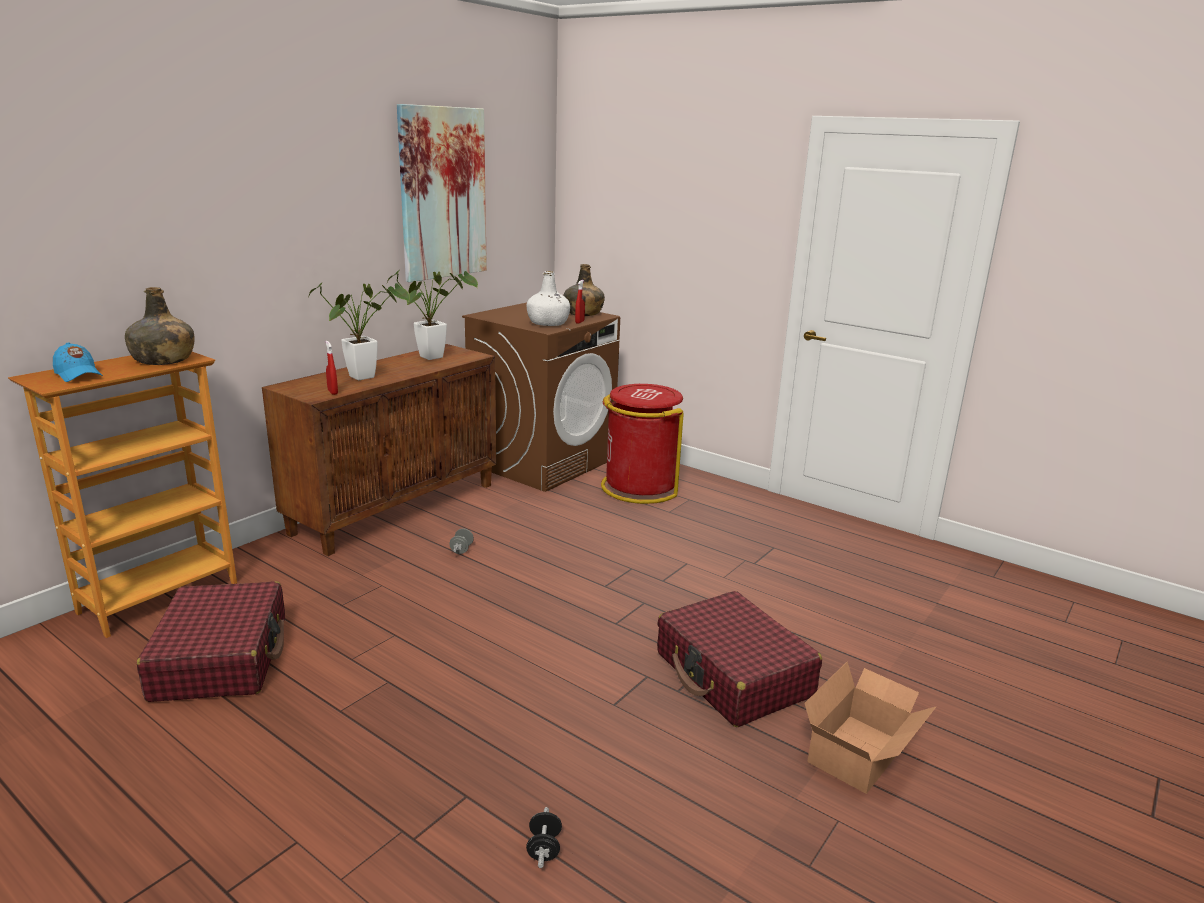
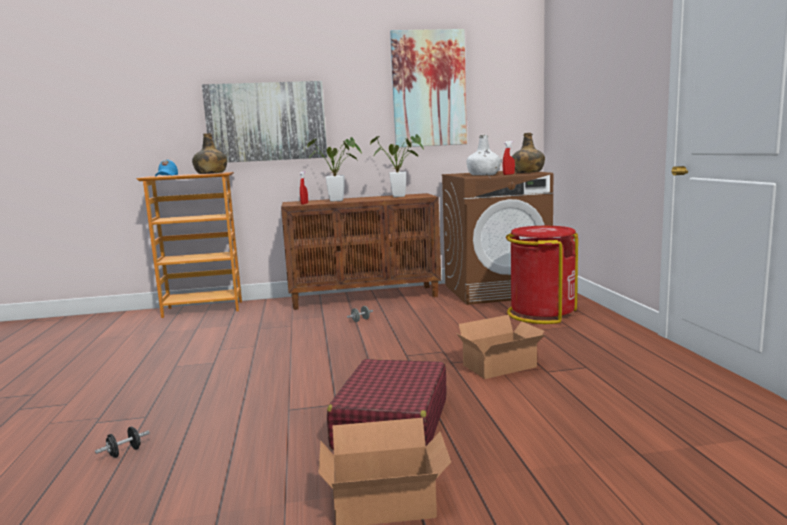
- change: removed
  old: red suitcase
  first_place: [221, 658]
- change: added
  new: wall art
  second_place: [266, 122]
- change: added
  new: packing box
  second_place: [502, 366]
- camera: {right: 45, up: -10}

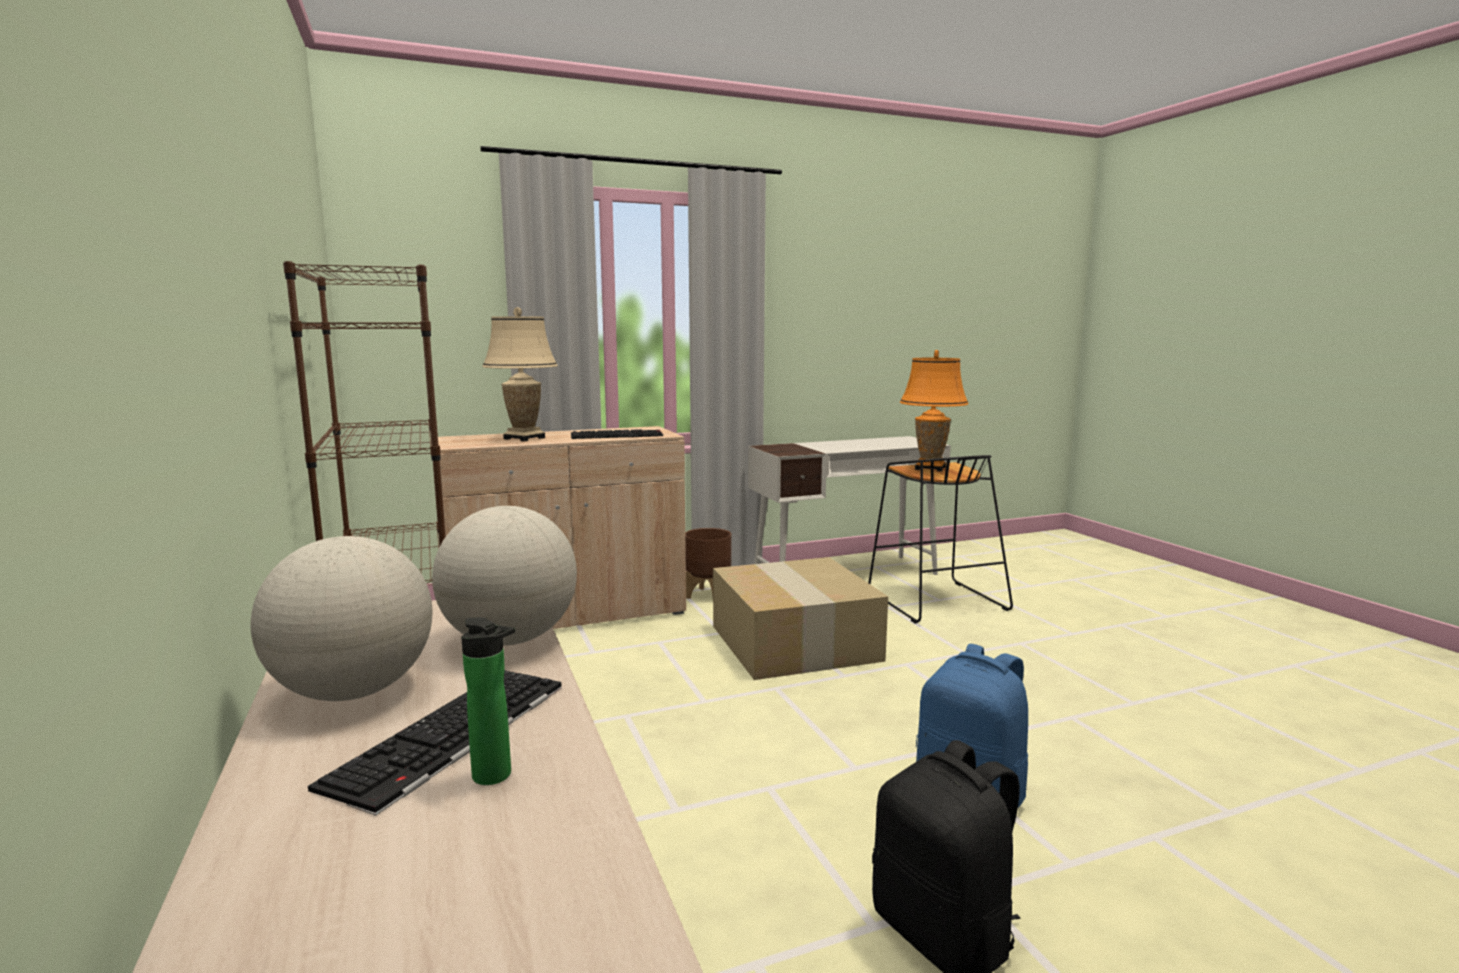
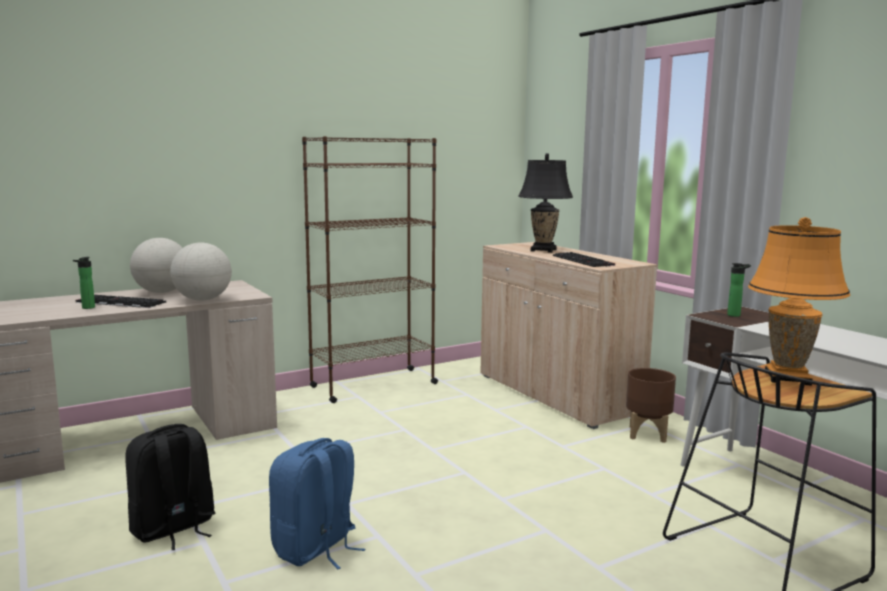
- change: recoloured
  old: sand-coloured lamp for a table
  new: blackish lamp for a table
  first_place: [524, 438]
  second_place: [543, 250]
- change: removed
  old: packing box
  first_place: [791, 642]
- change: added
  new: bottle
  second_place: [735, 315]
- camera: {right: 80, up: 0}

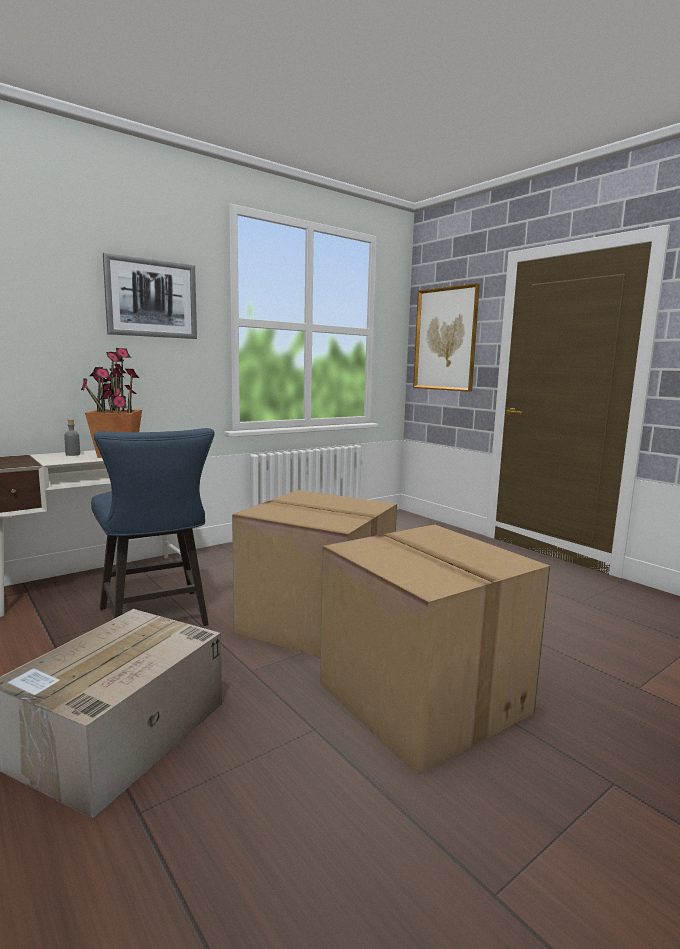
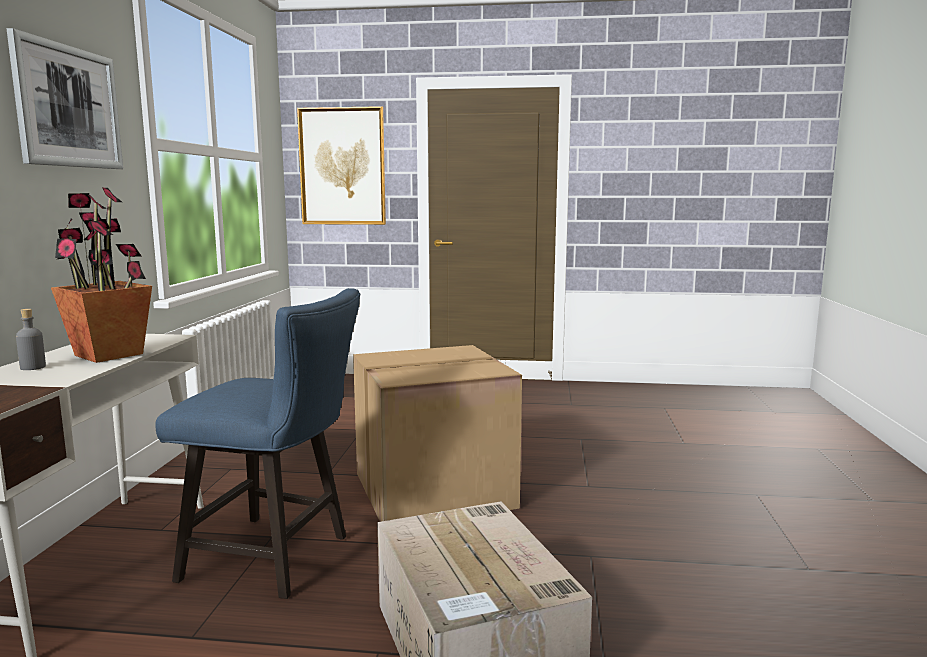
- change: removed
  old: packing box
  first_place: [419, 697]
- camera: {right: -45, up: 0}

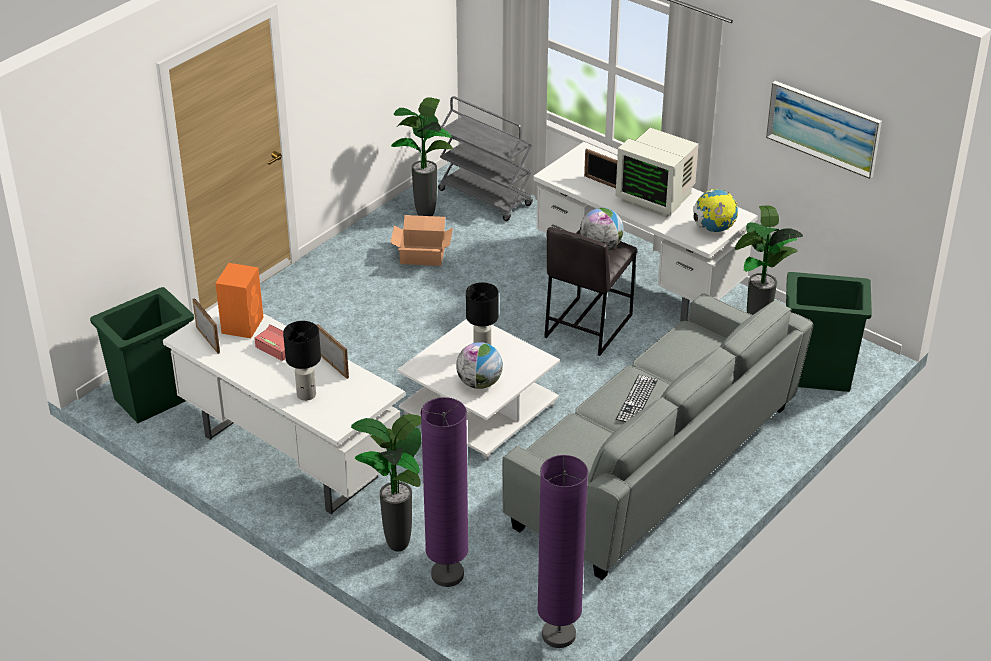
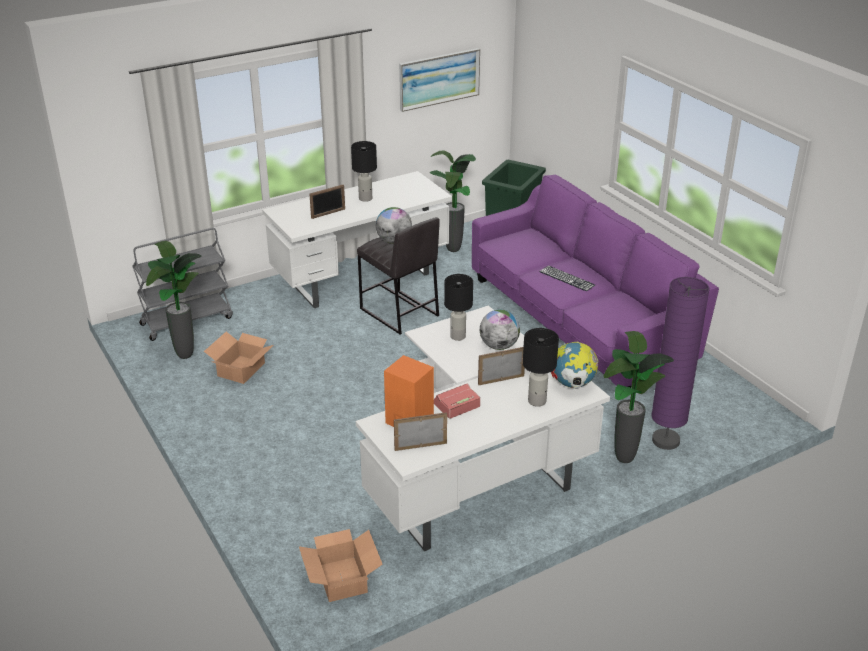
- change: replaced
  old: green waste bin
  new: packing box
  first_place: [155, 398]
  second_place: [342, 578]
- change: recoloured
  old: grey settee
  new: purple-coloured settee
  first_place: [654, 467]
  second_place: [579, 323]
- change: removed
  old: purple-coloured standard lamp
  first_place: [558, 635]
- change: replaced
  old: monitor
  new: blackish lamp for a table
  first_place: [656, 197]
  second_place: [365, 198]
- change: moved
  old: desk globe
  first_place: [713, 229]
  second_place: [572, 384]
- camera: {right: -70, up: -5}

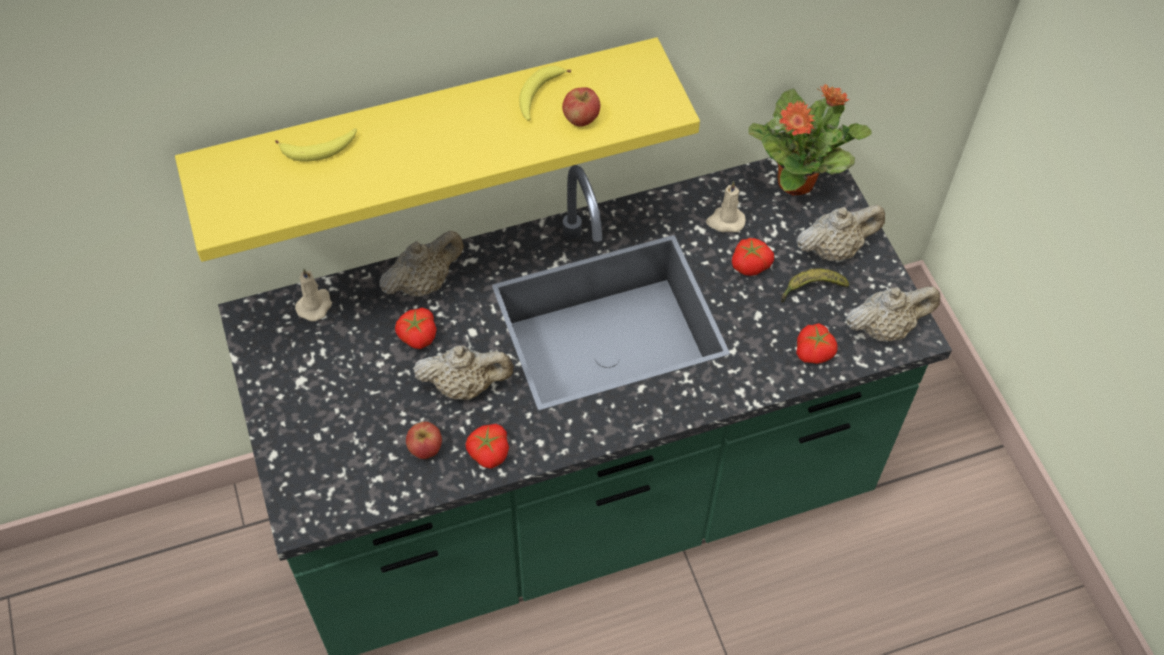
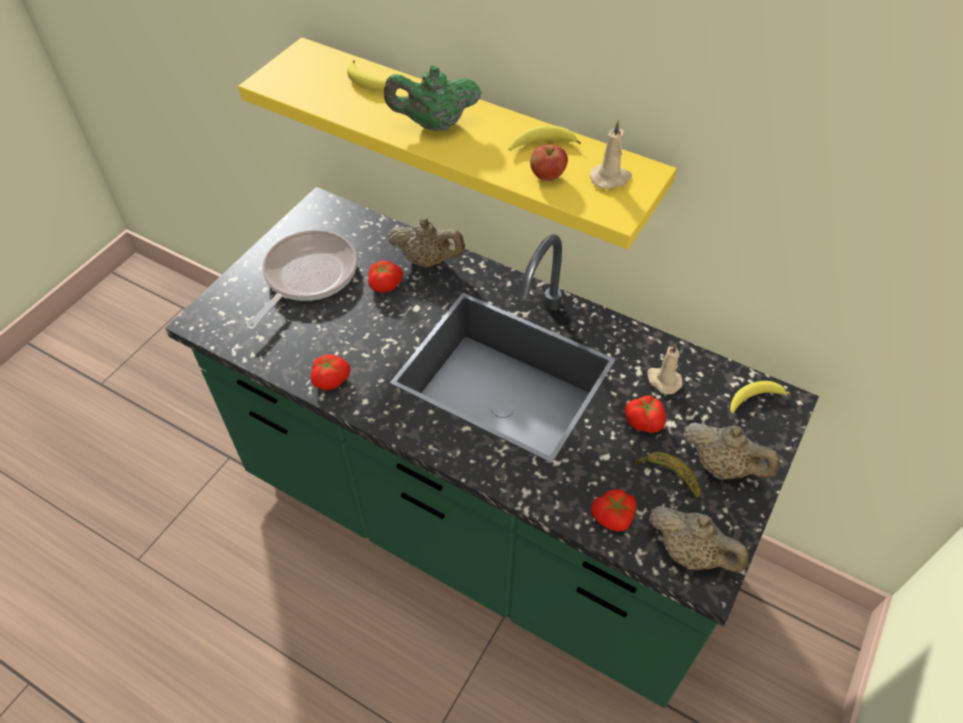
- change: moved
  old: sand-coloured candle
  first_place: [315, 305]
  second_place: [611, 178]
- change: removed
  old: apple
  first_place: [425, 448]
- change: removed
  old: sand-coloured tea pot
  first_place: [465, 385]
- change: replaced
  old: plant in a pot
  new: banana
  first_place: [797, 181]
  second_place: [753, 399]
- change: added
  new: pan
  second_place: [307, 276]
- change: added
  new: green tea pot
  second_place: [434, 124]
- camera: {right: 50, up: -5}

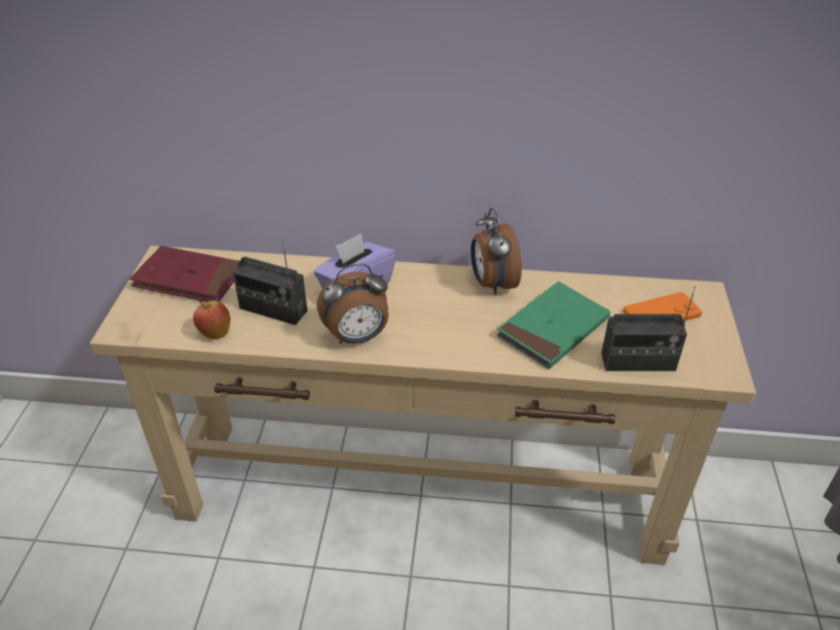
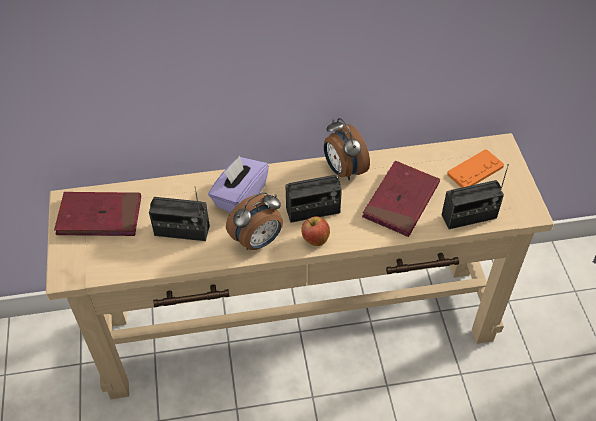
- change: moved
  old: apple
  first_place: [215, 333]
  second_place: [315, 240]
- change: recoloured
  old: green volume
  new: red volume
  first_place: [553, 328]
  second_place: [401, 201]
- change: added
  new: radio receiver
  second_place: [313, 211]
- camera: {right: -15, up: 10}

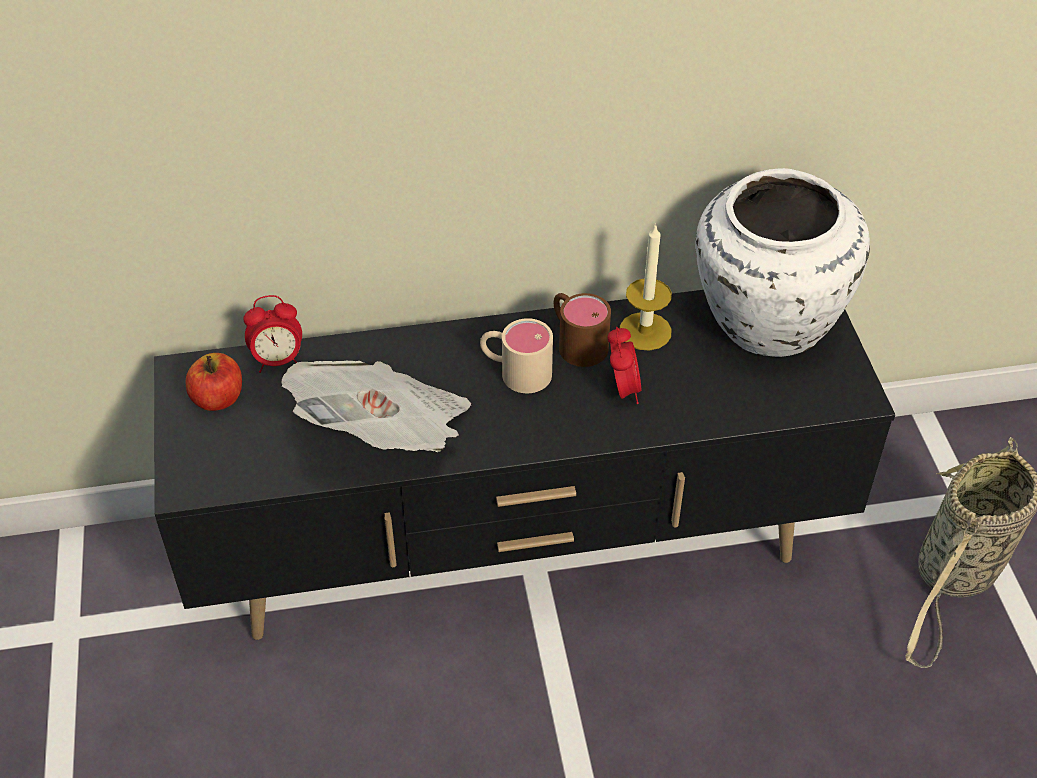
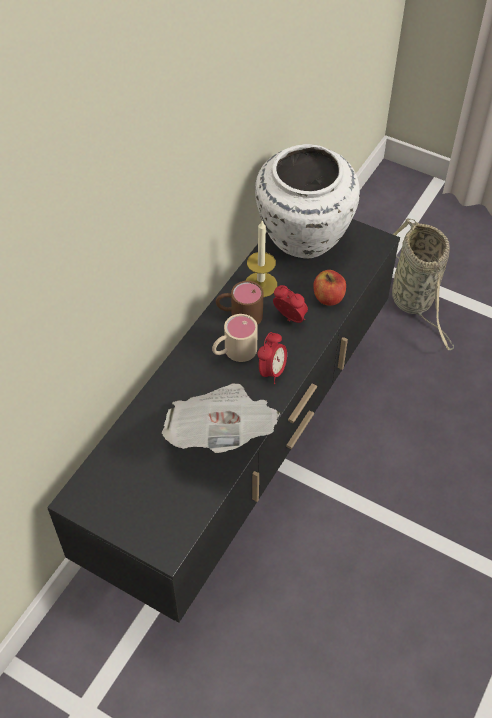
- change: moved
  old: apple
  first_place: [218, 398]
  second_place: [328, 297]
- change: moved
  old: alarm clock
  first_place: [278, 360]
  second_place: [272, 372]
- camera: {right: -50, up: 5}

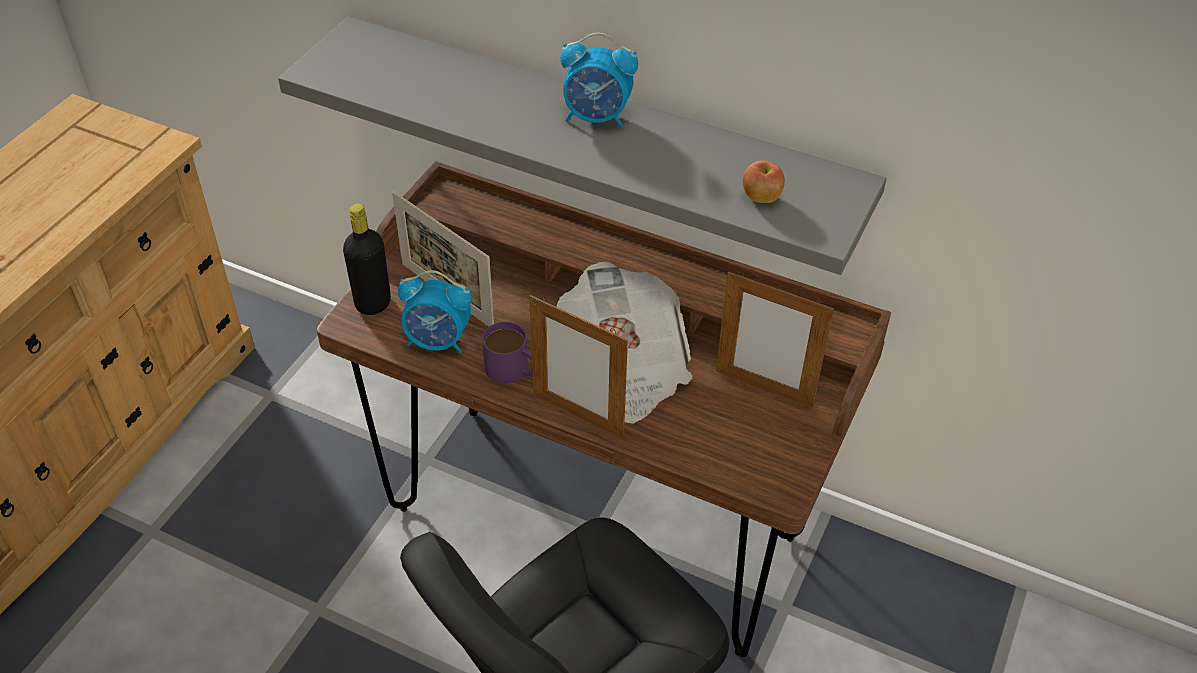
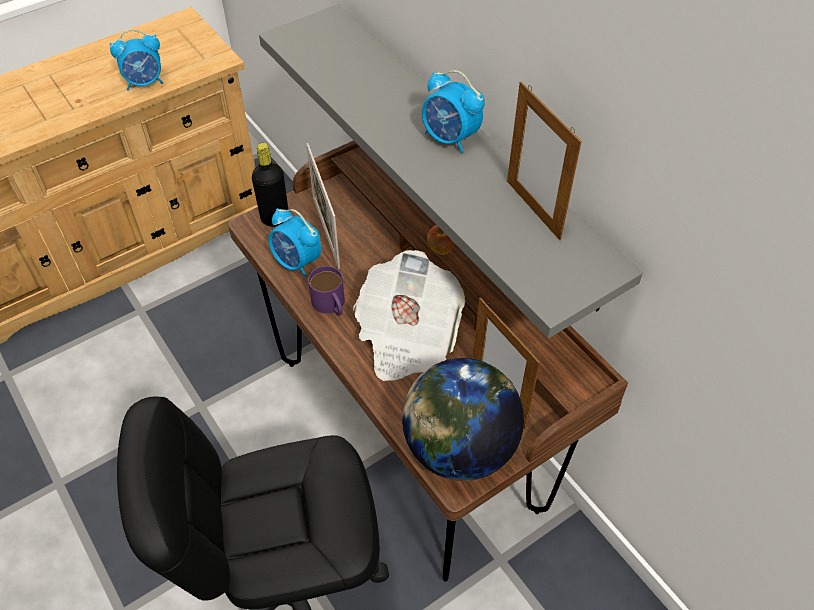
- change: moved
  old: picture frame
  first_place: [578, 415]
  second_place: [533, 209]
- change: moved
  old: apple
  first_place: [761, 198]
  second_place: [440, 249]
- change: added
  new: alarm clock
  second_place: [145, 82]
- change: added
  new: desk globe
  second_place: [459, 448]
- camera: {right: 30, up: 5}

